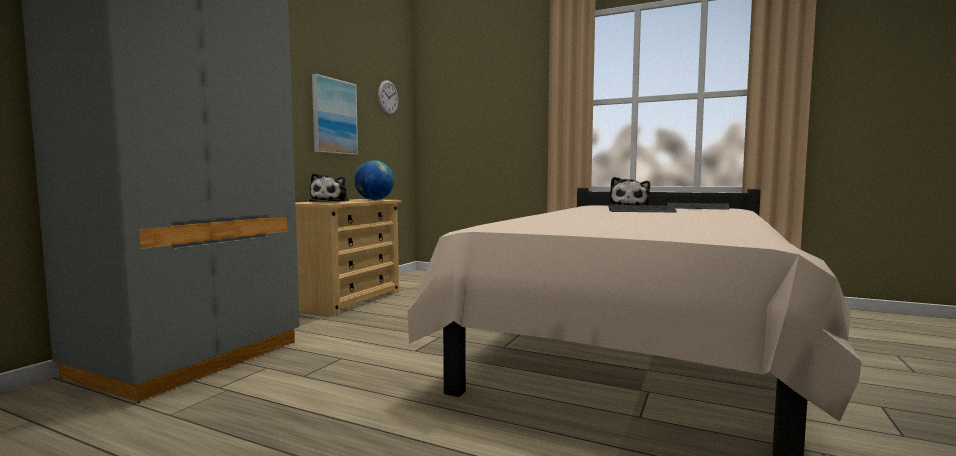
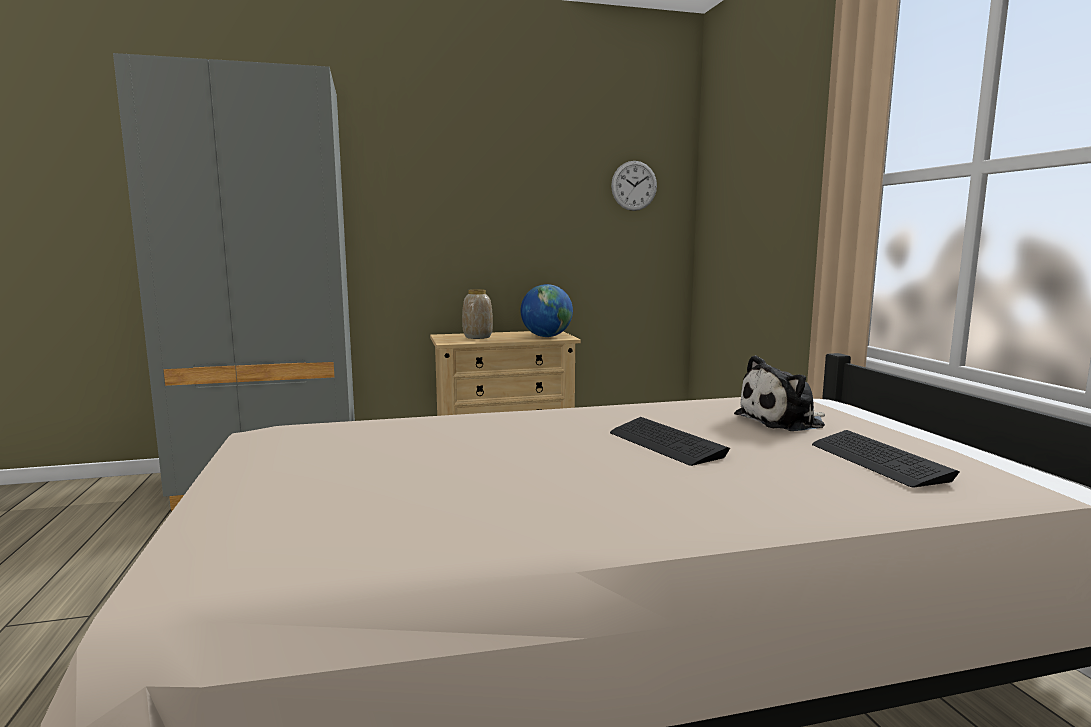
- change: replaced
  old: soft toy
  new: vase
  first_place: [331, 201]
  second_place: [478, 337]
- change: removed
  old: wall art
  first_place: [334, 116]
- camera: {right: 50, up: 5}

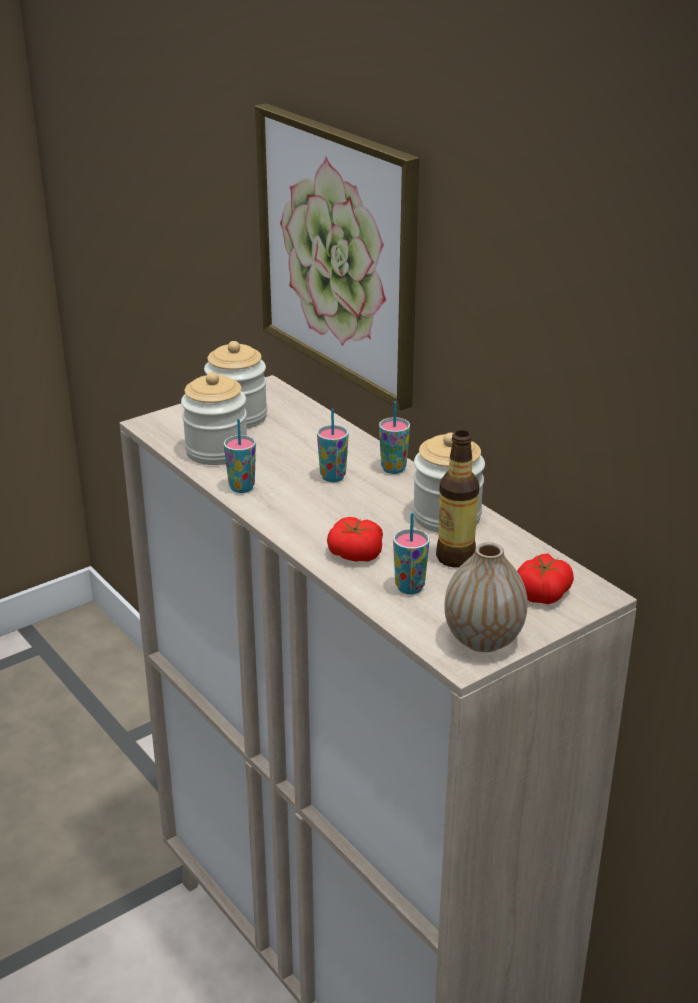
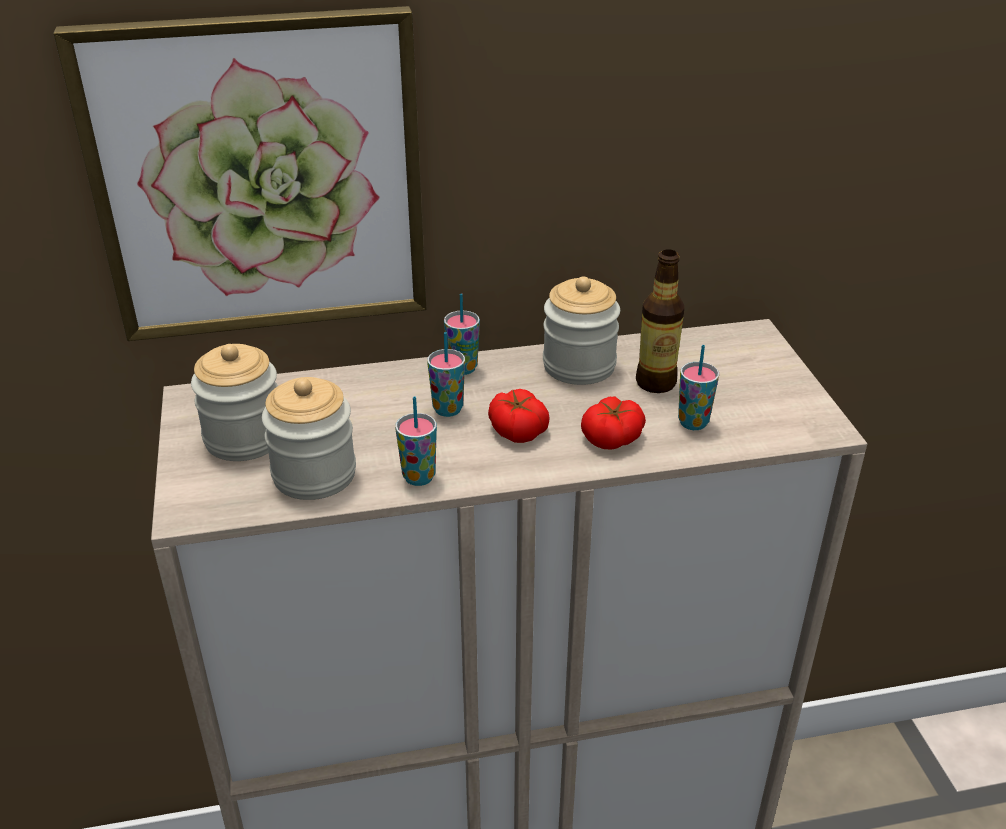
- change: removed
  old: vase
  first_place: [483, 640]
- change: moved
  old: whole tomato
  first_place: [542, 593]
  second_place: [517, 430]
- camera: {right: -65, up: 5}

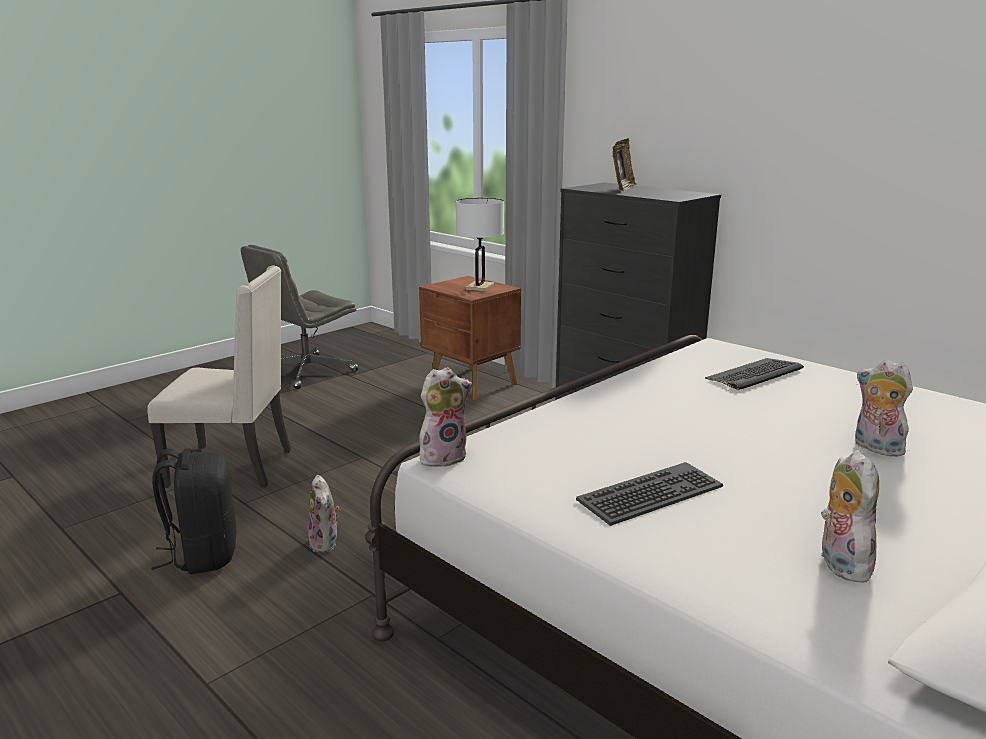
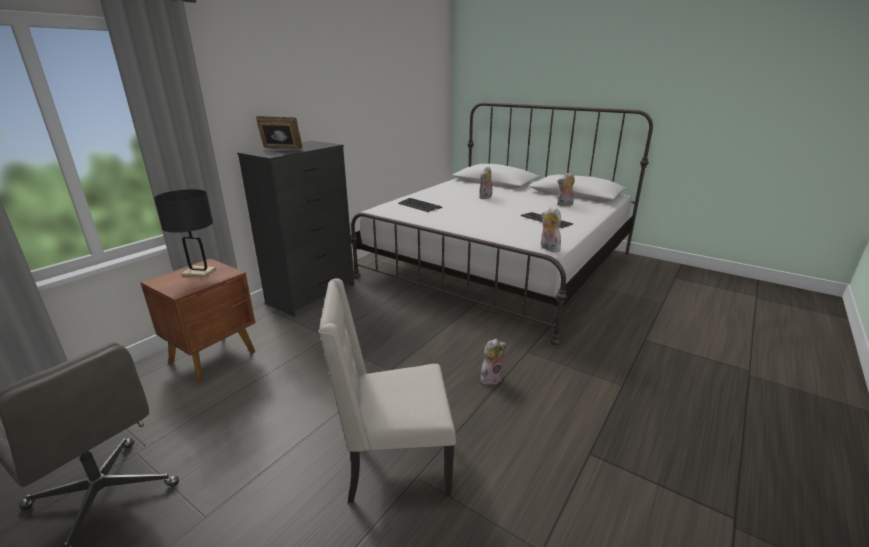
- change: turned
  old: sand-coloured chair
  first_place: [234, 467]
  second_place: [394, 464]
  degrees: -90
- change: removed
  old: blackish rucksack
  first_place: [203, 555]
- change: recoloured
  old: whitish lamp for a table
  new: blackish lamp for a table
  first_place: [480, 287]
  second_place: [199, 272]
- camera: {right: -100, up: 5}

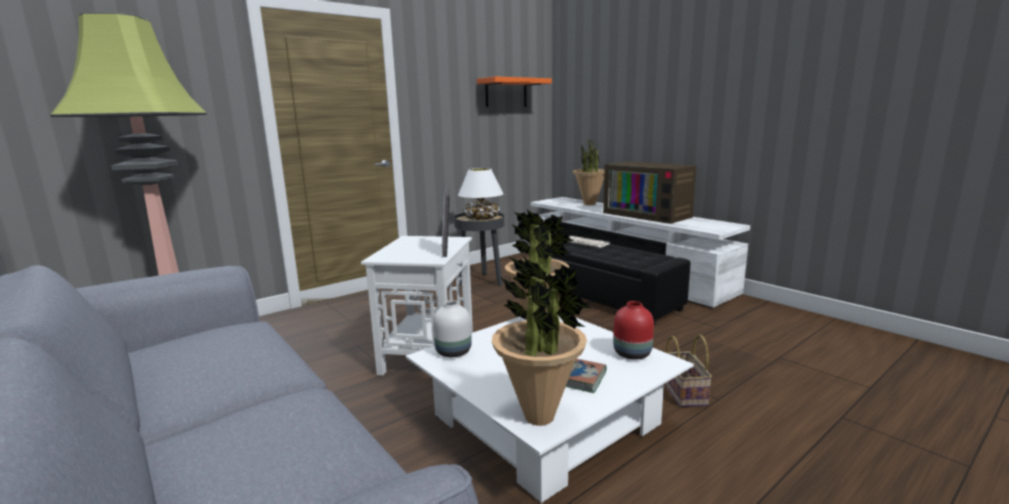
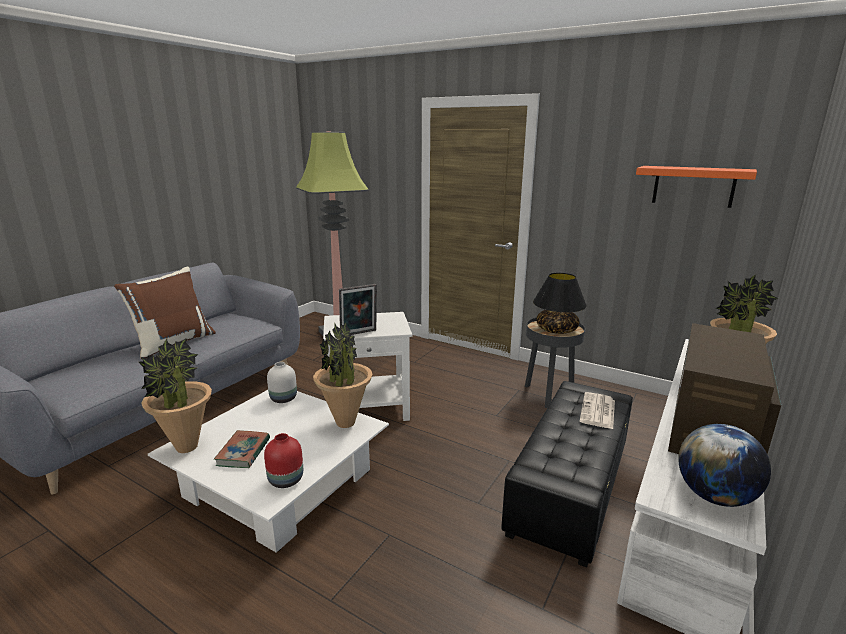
- change: recoloured
  old: whitish lamp for a table
  new: blackish lamp for a table
  first_place: [481, 218]
  second_place: [556, 329]
- change: removed
  old: household basket
  first_place: [685, 393]
- change: added
  new: brownish throw pillow
  second_place: [173, 343]
- change: added
  new: desk globe
  second_place: [714, 496]
- camera: {right: 70, up: 5}

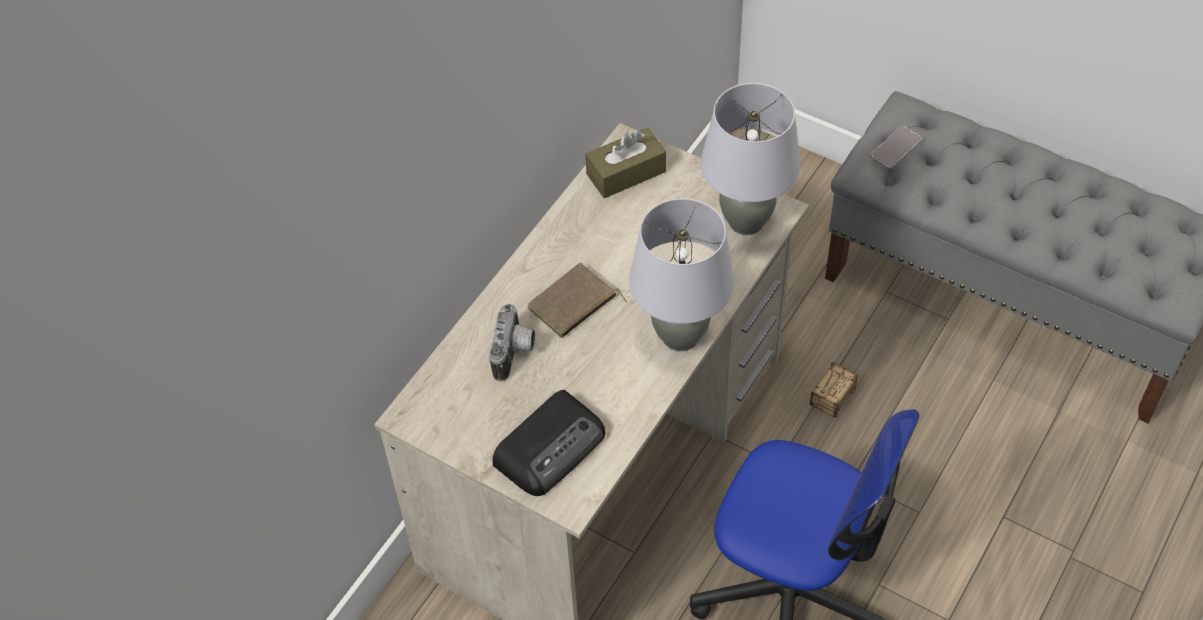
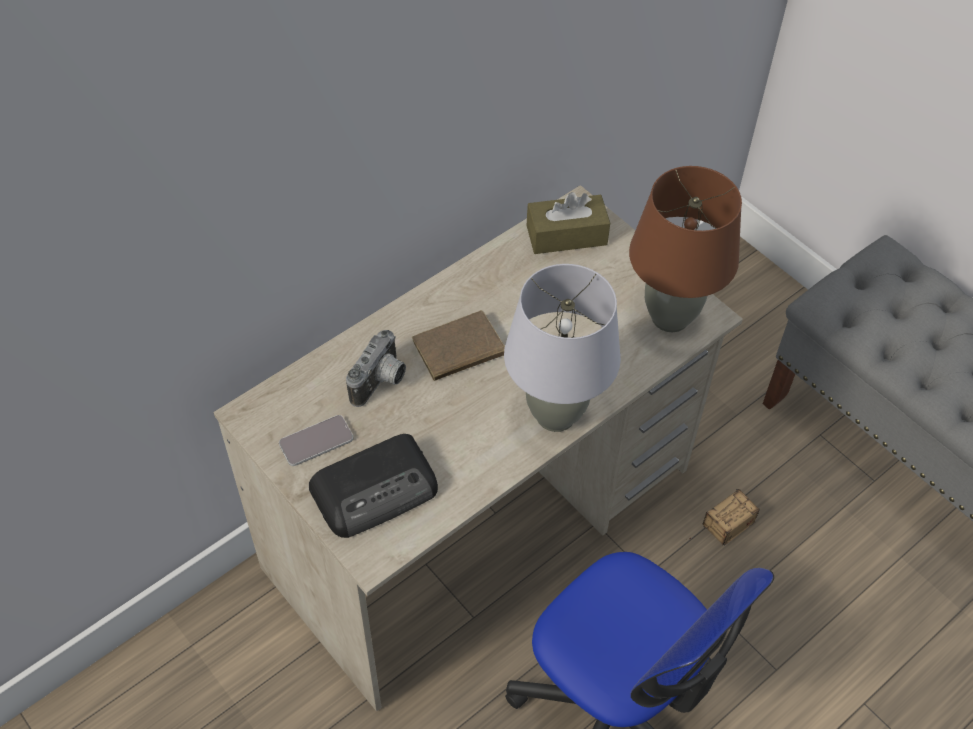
- change: recoloured
  old: grey lamp for a table
  new: brownish lamp for a table
  first_place: [746, 221]
  second_place: [670, 317]
- change: moved
  old: handset
  first_place: [896, 148]
  second_place: [316, 441]
- camera: {right: 15, up: 0}

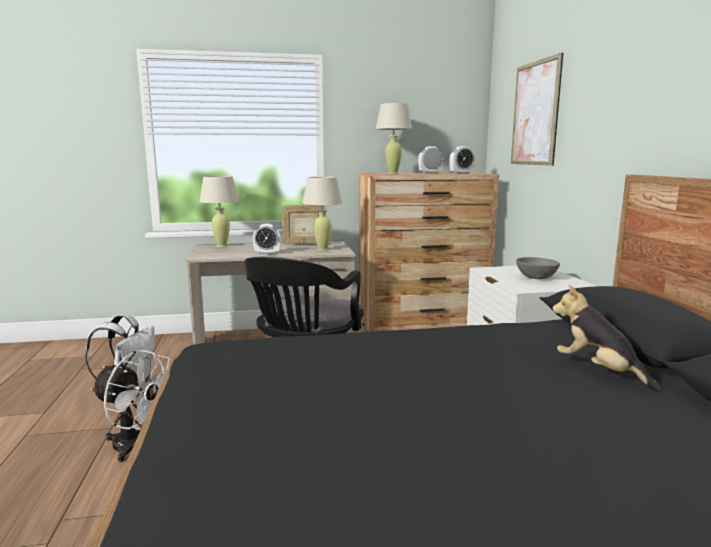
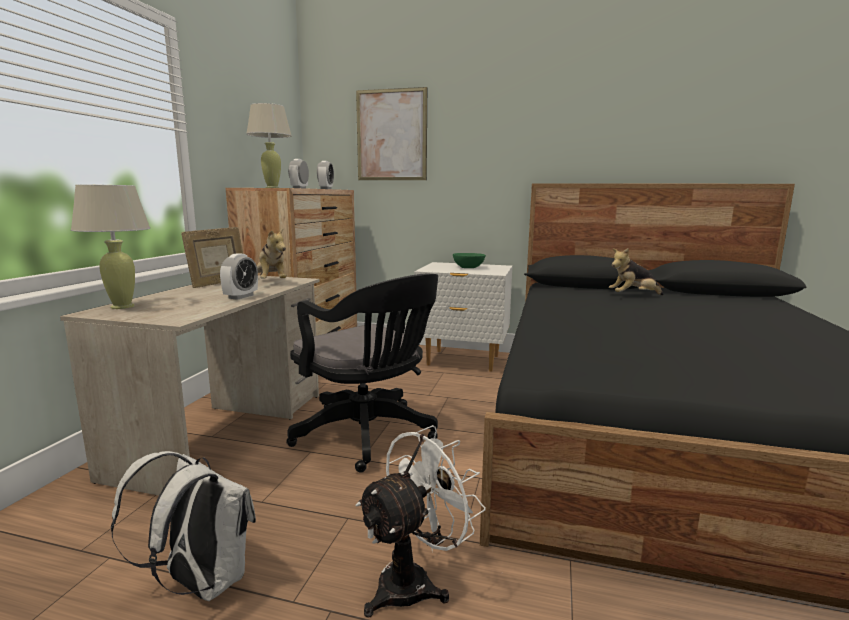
- change: replaced
  old: sand-coloured lamp for a table
  new: soft toy
  first_place: [323, 249]
  second_place: [271, 282]
- change: recoloured
  old: grey deep dish
  new: green deep dish
  first_place: [536, 277]
  second_place: [468, 267]
- camera: {right: -65, up: 0}

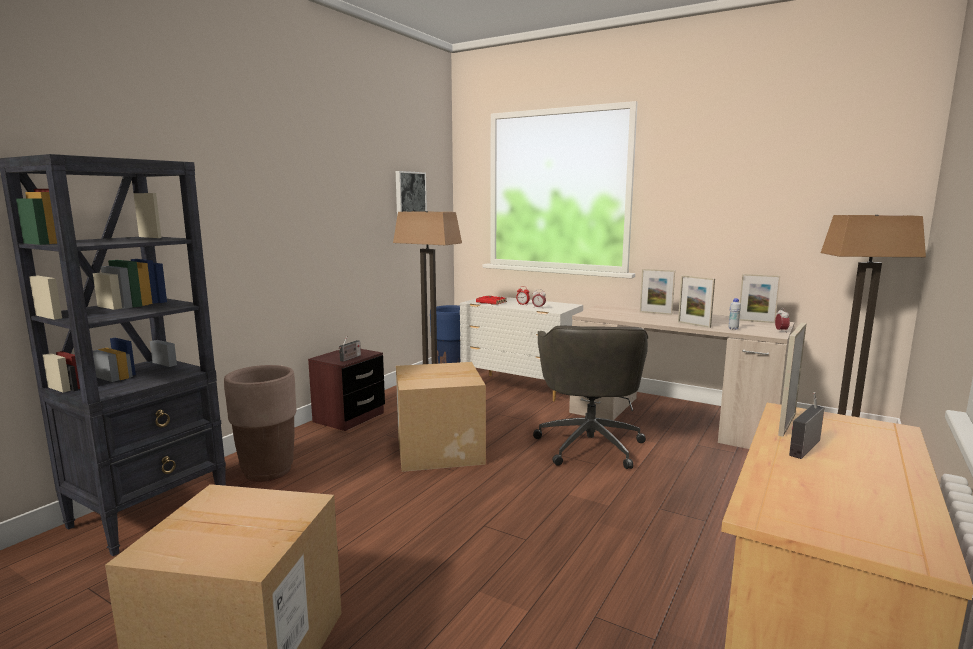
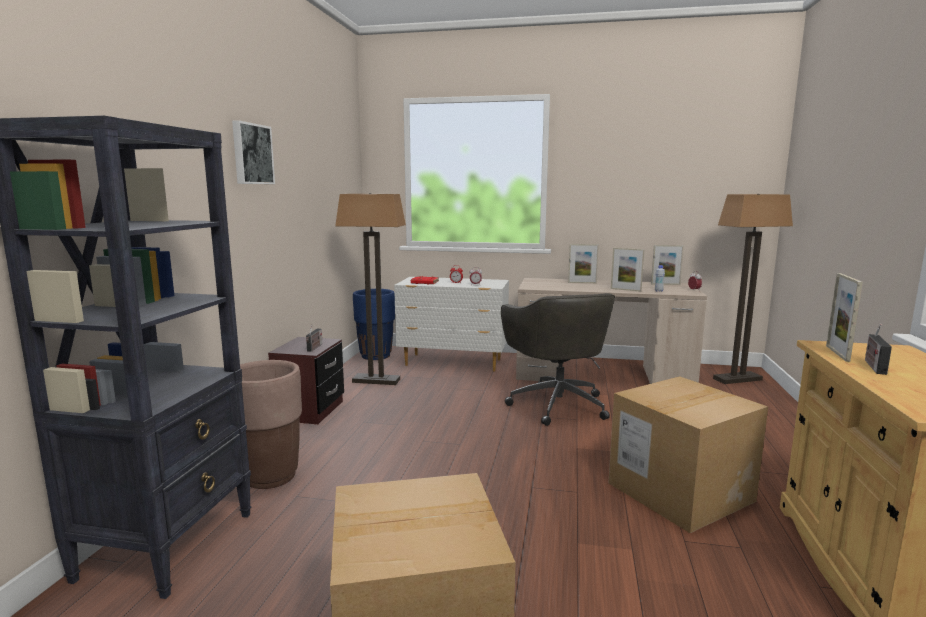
- change: moved
  old: wall art
  first_place: [409, 193]
  second_place: [251, 154]
- change: moved
  old: packing box
  first_place: [439, 450]
  second_place: [680, 492]
- camera: {right: -20, up: 0}

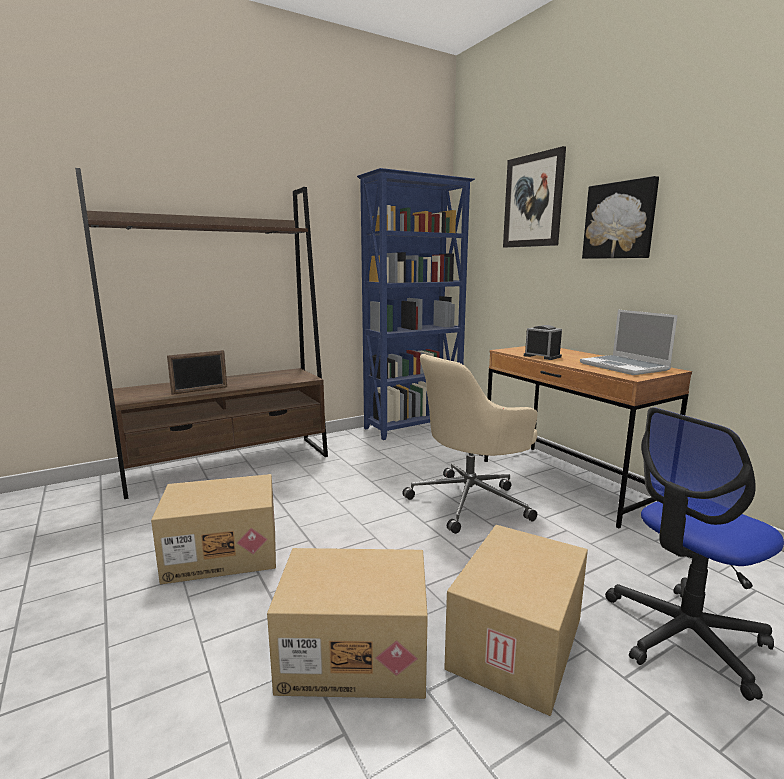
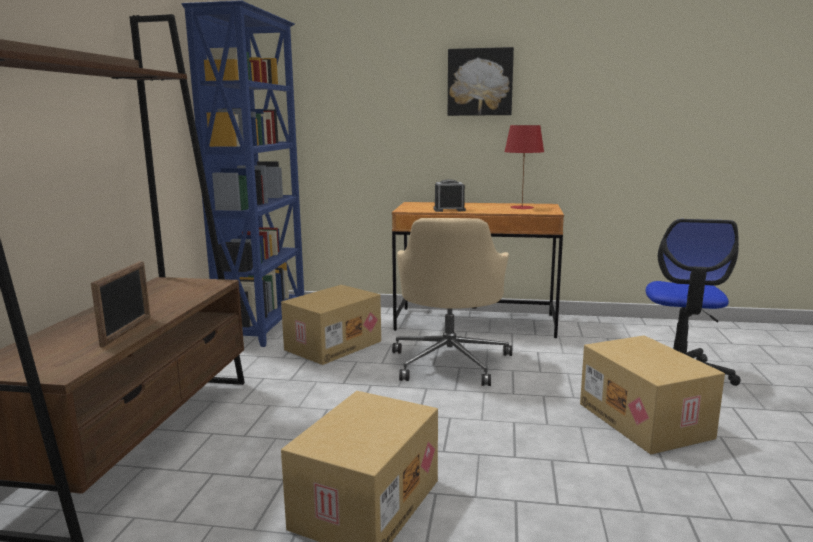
- change: moved
  old: packing box
  first_place: [355, 652]
  second_place: [333, 345]
- change: removed
  old: wall art
  first_place: [533, 201]
- change: replaced
  old: laptop
  new: red lamp for a table
  first_place: [625, 367]
  second_place: [522, 207]
- camera: {right: -50, up: 0}

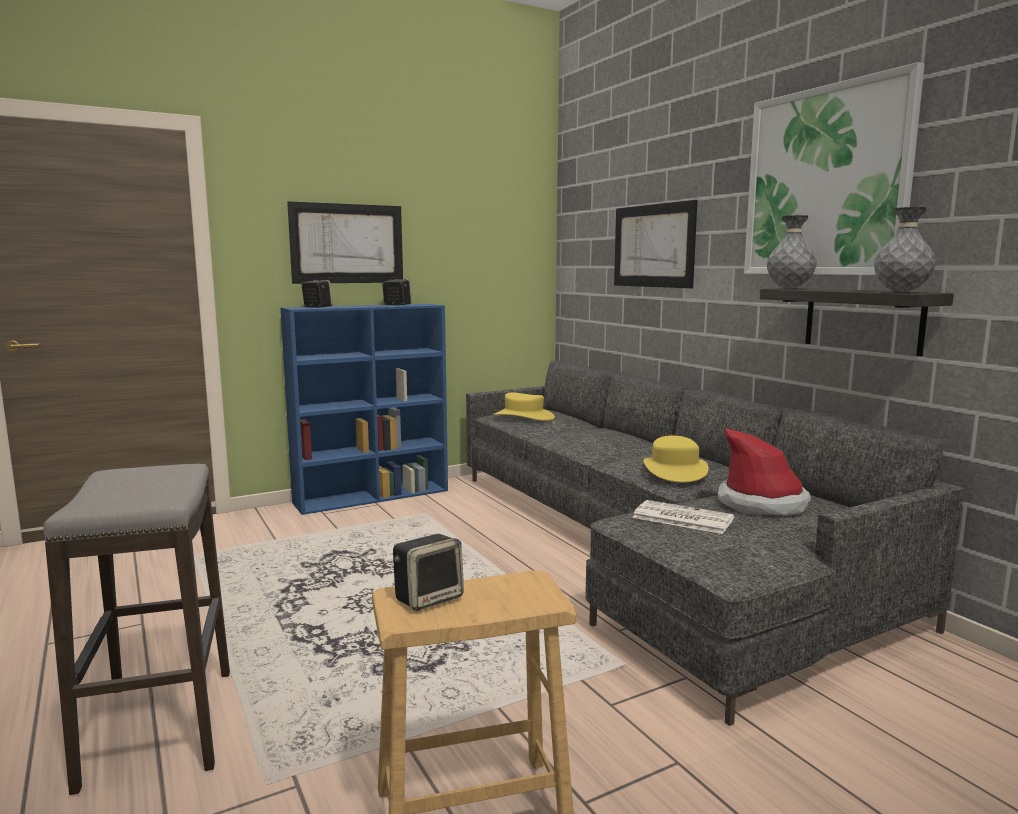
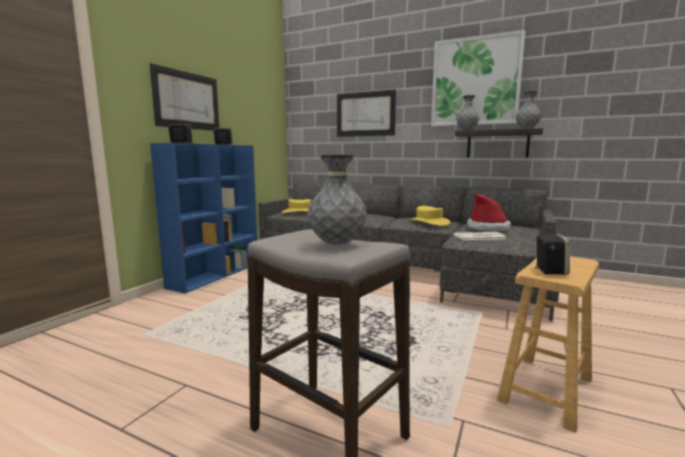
- change: added
  new: grey vase
  second_place: [337, 244]
- camera: {right: -35, up: 0}

